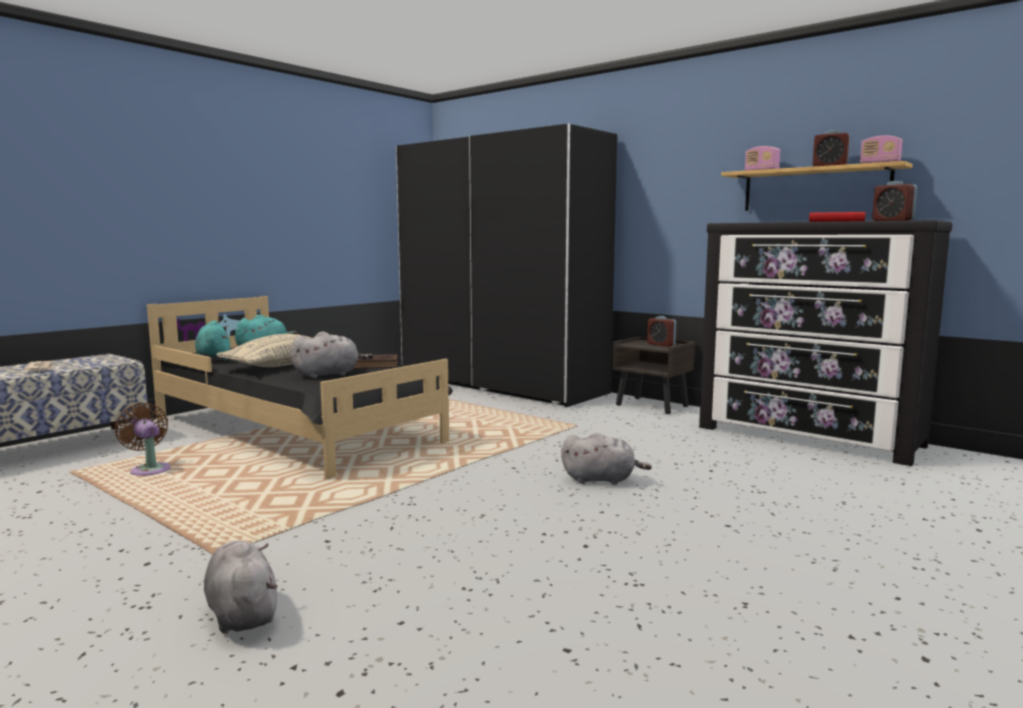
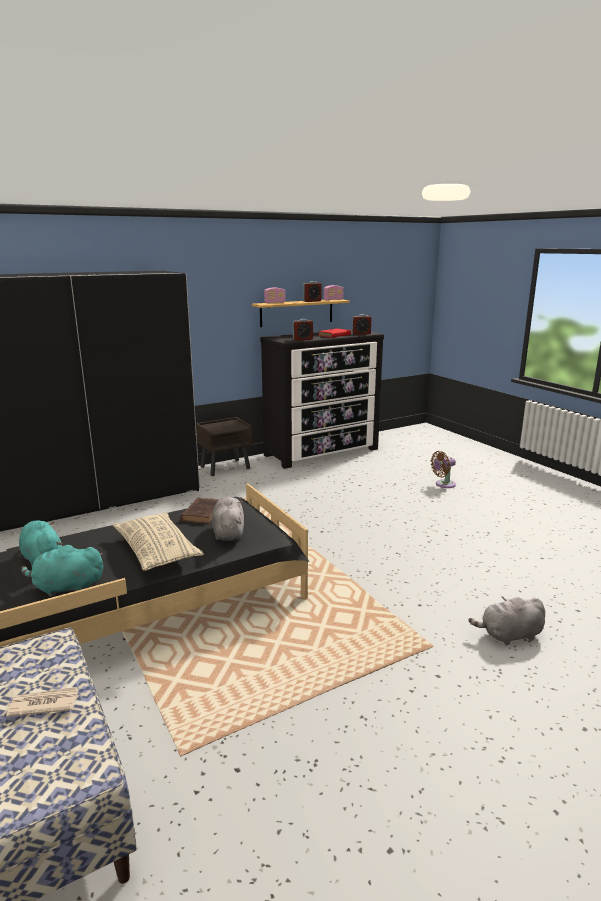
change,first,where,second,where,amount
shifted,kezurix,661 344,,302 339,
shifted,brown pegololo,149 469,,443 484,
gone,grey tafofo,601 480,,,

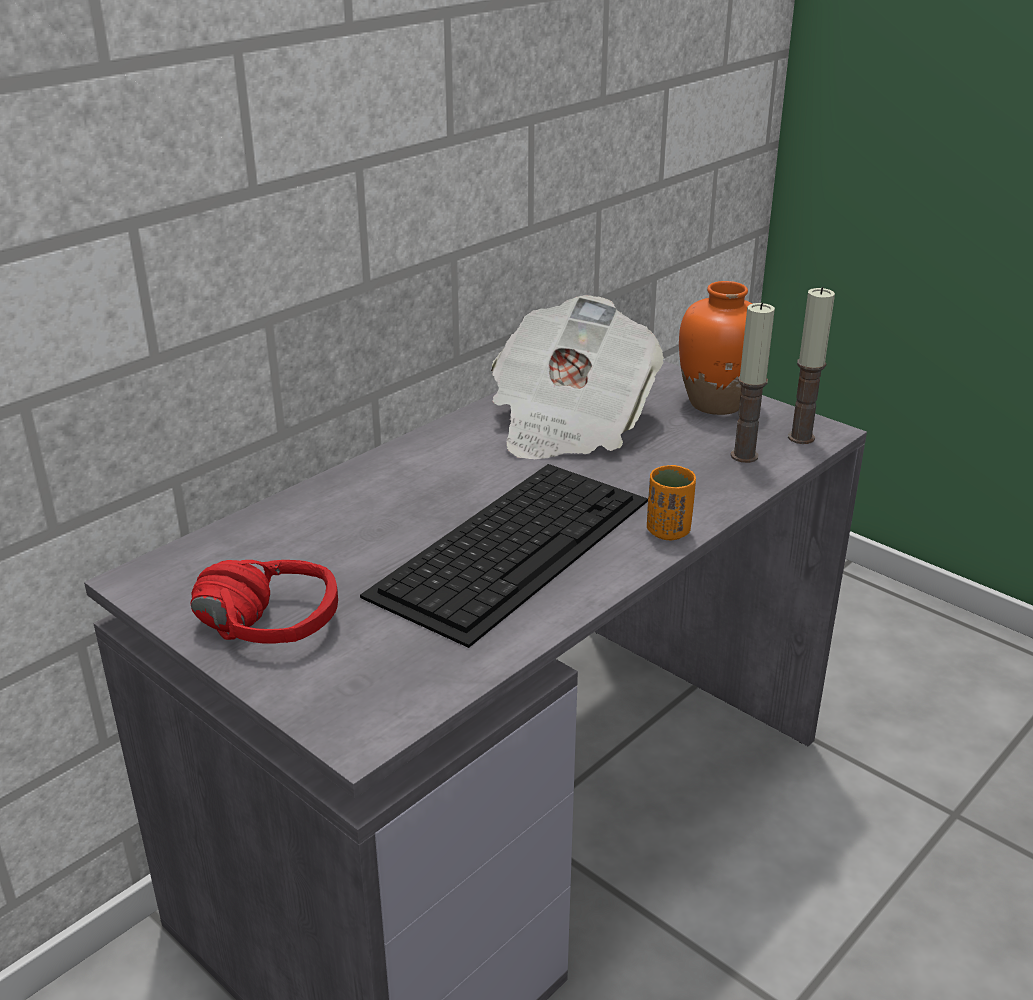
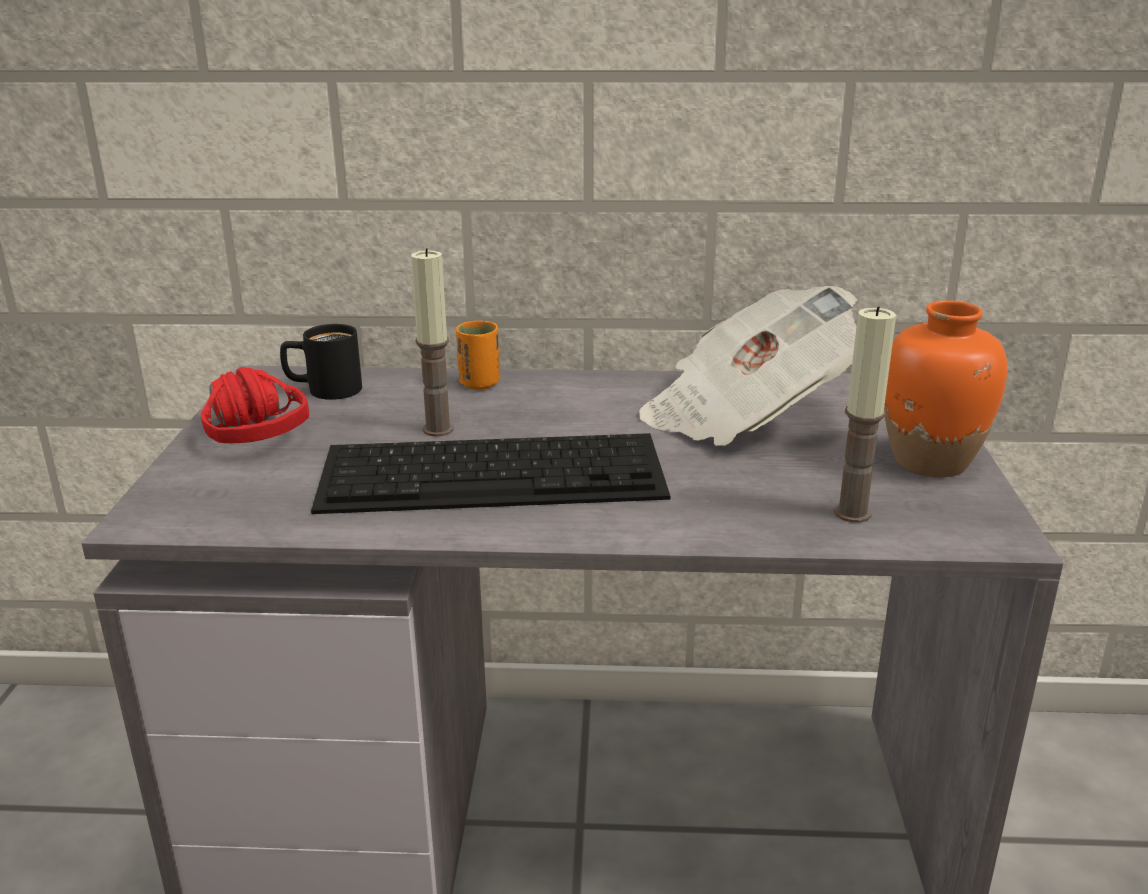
change,first,where,second,where,amount
shifted,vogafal,801 437,,438 429,
shifted,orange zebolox,668 531,,479 383,
new,,,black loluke,323 390,

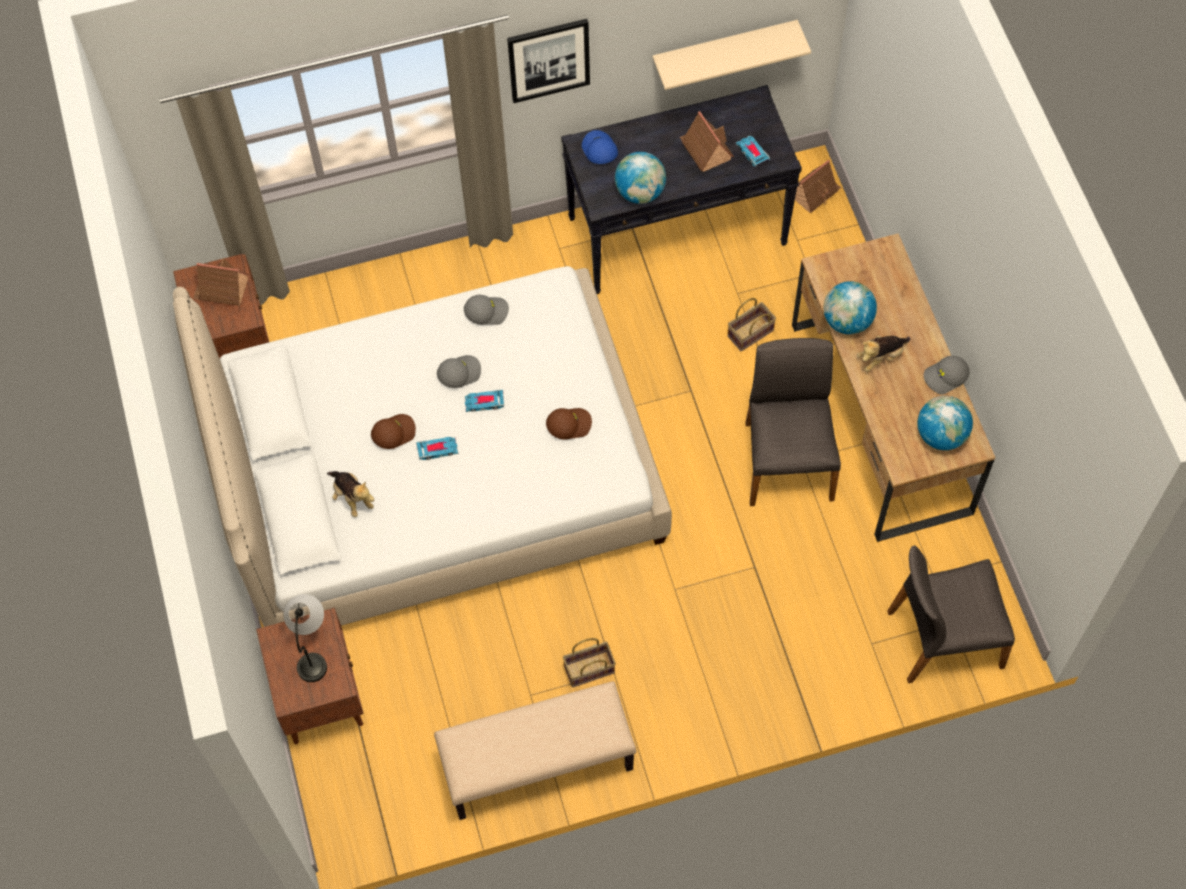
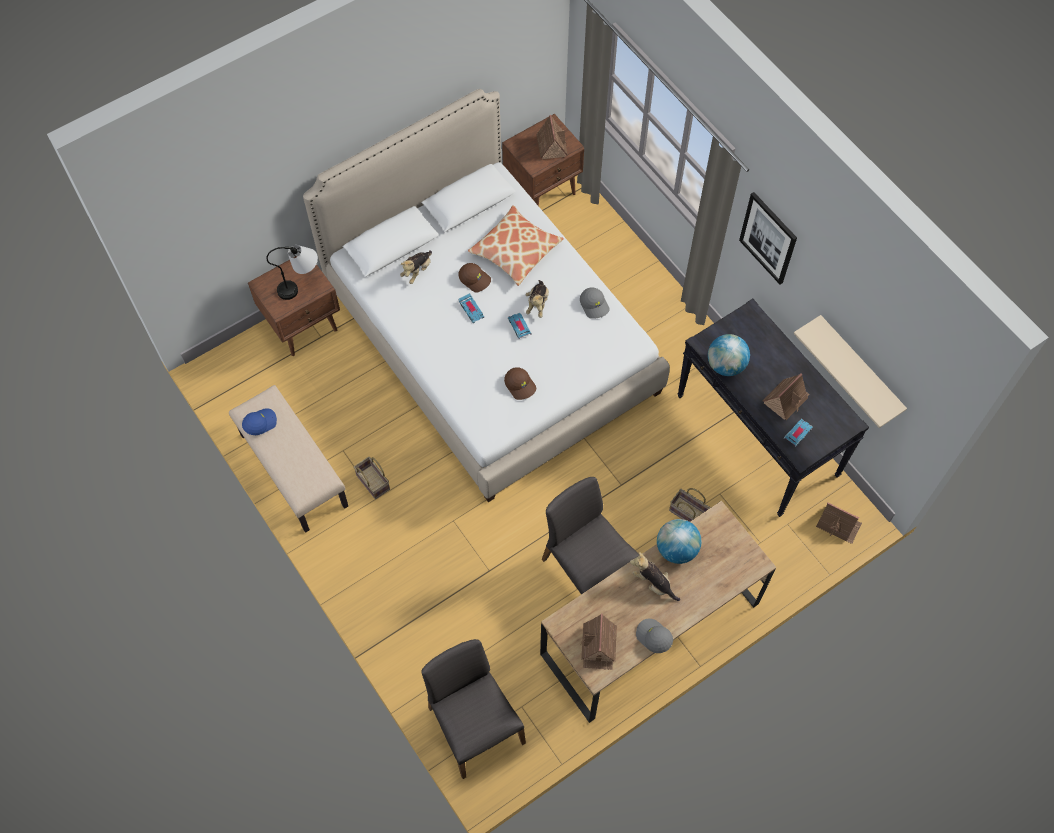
change,first,where,second,where,amount
shifted,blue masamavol,599 150,,260 422,
rotated,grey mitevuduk,787 459,,587 569,105 degrees counterclockwise
swapped,grey masamavol,459 373,tafofo,537 304,
swapped,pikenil,941 435,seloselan,598 646,
new,,,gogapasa,515 250,

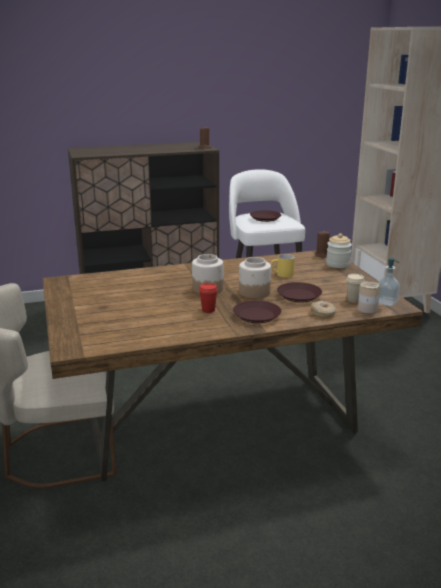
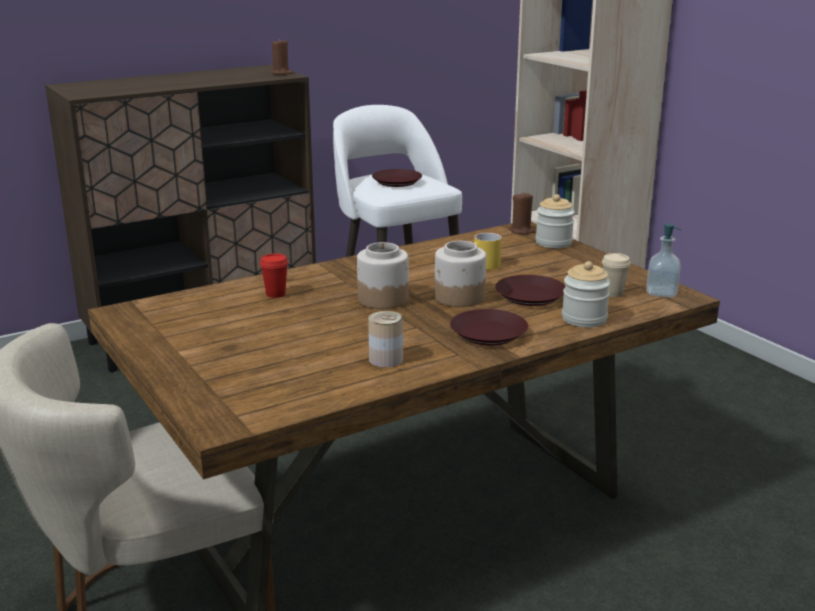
change,first,where,second,where,amount
shifted,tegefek,367 309,,386 359,
shifted,red zebolox,208 310,,275 294,
swapped,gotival,323 313,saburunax,584 319,

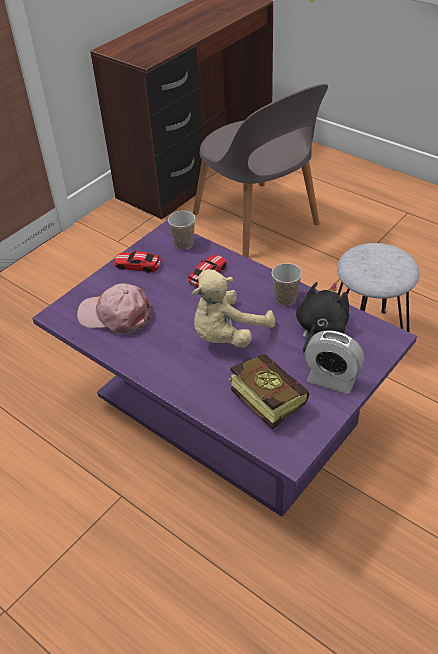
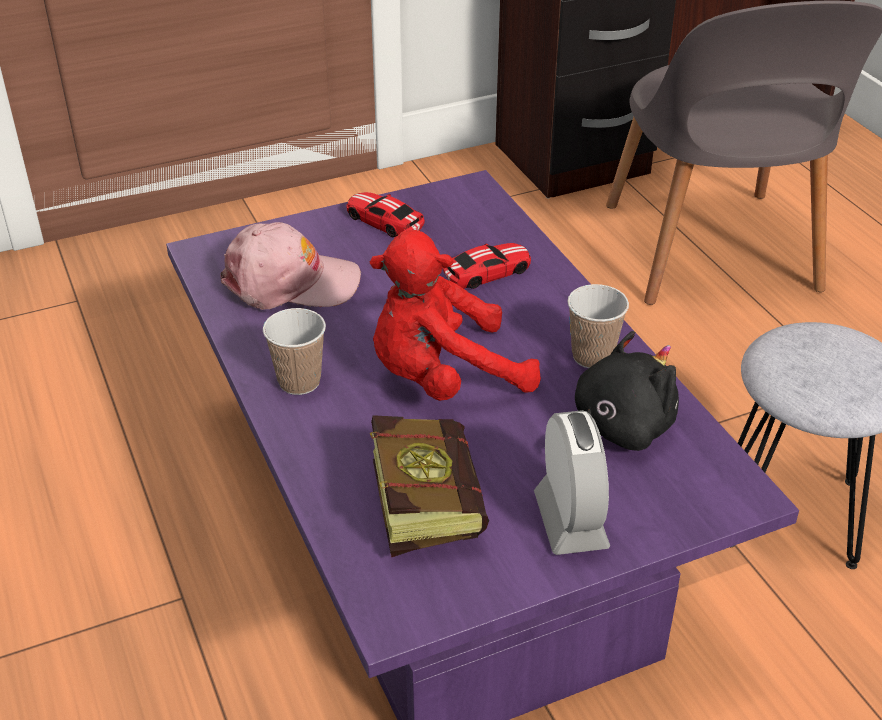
change,first,where,second,where,amount
shifted,zebolox,184 244,,299 382,
repainted,beige tafofo,227 335,red tafofo,443 378,
rotated,pink masamavol,115 315,,290 282,135 degrees clockwise
rotated,kezurix,331 379,,570 520,150 degrees counterclockwise

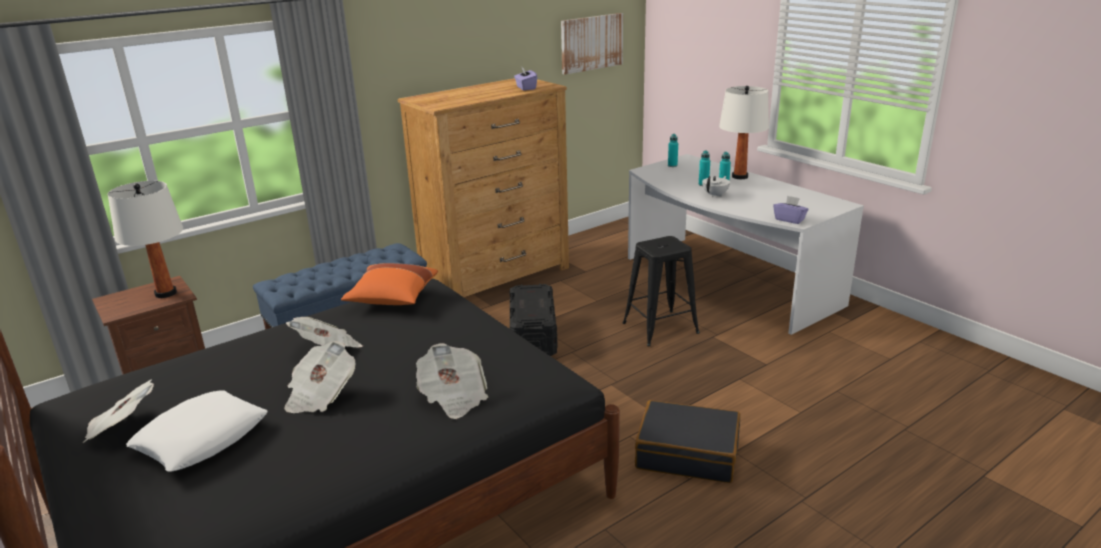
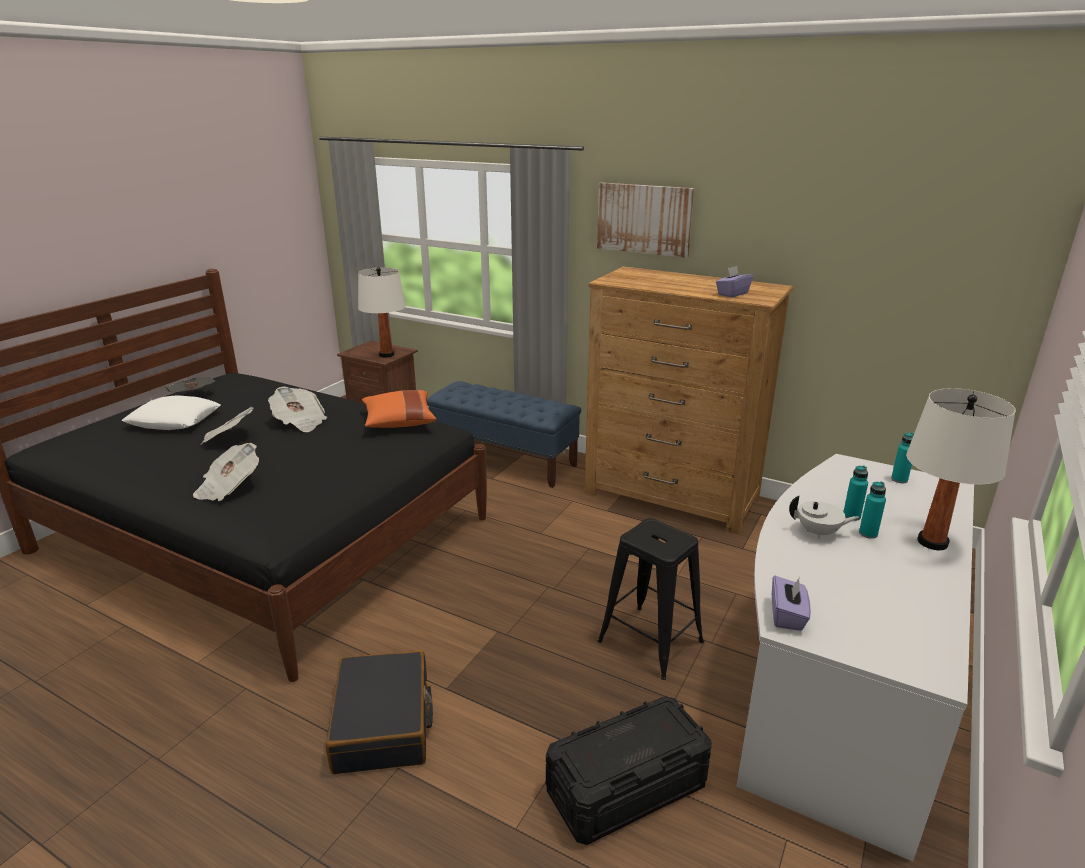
change,first,where,second,where,amount
shifted,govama,591 43,,644 219,
shifted,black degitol,533 335,,627 788,

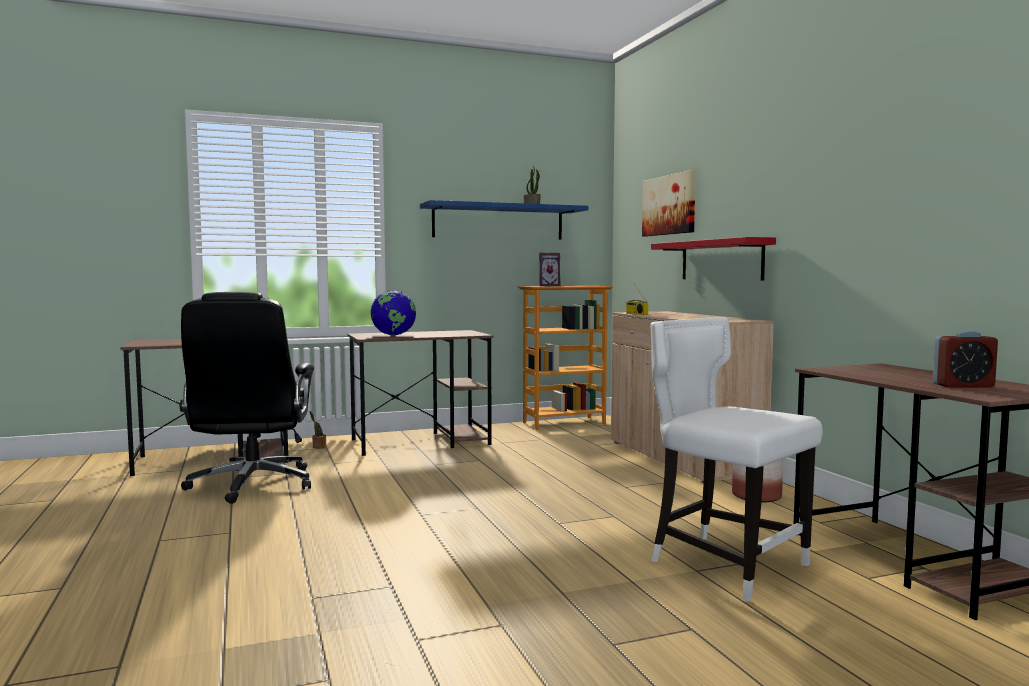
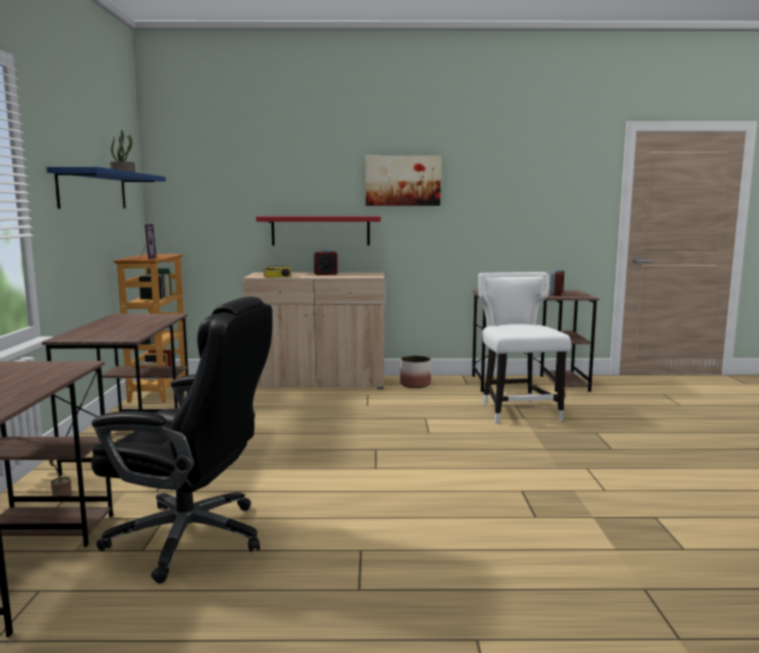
change,first,where,second,where,amount
shifted,govama,669 205,,402 180,
gone,pikenil,394 335,,,
rotated,white mitevuduk,724 564,,517 411,105 degrees clockwise
new,,,kezurix,325 274,

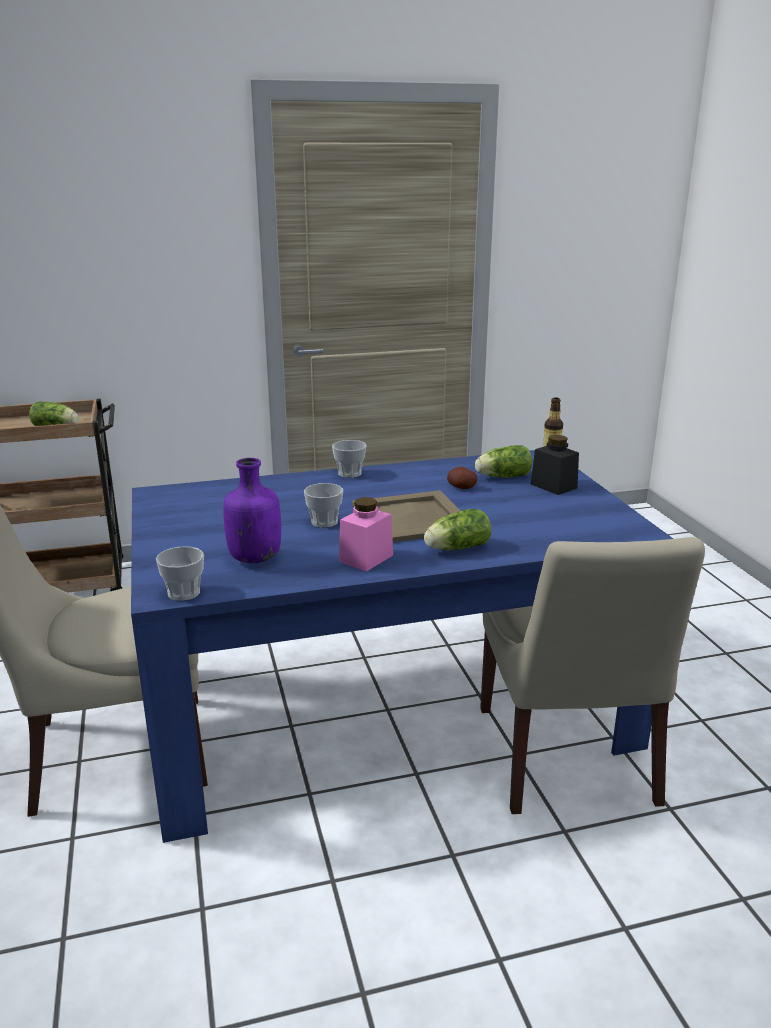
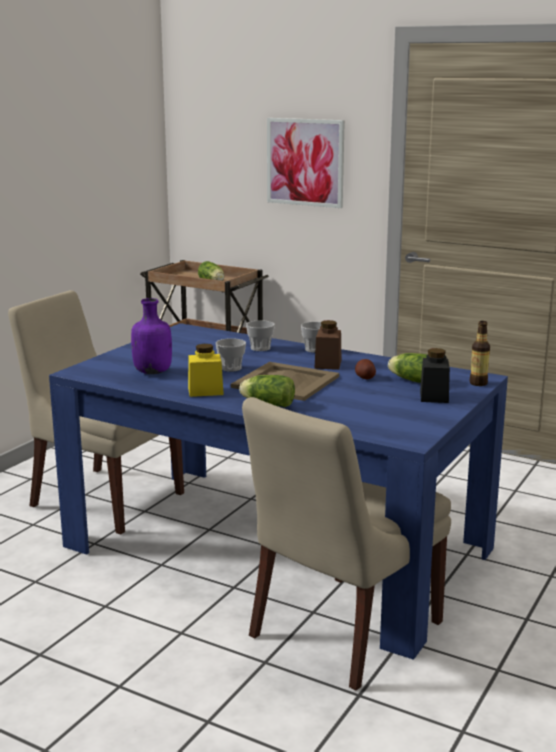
change,first,where,second,where,amount
repainted,pink saburunax,366 558,yellow saburunax,205 391,
shifted,zebolox,183 593,,260 348,
new,,,govama,305 162,
new,,,brown saburunax,328 364,

